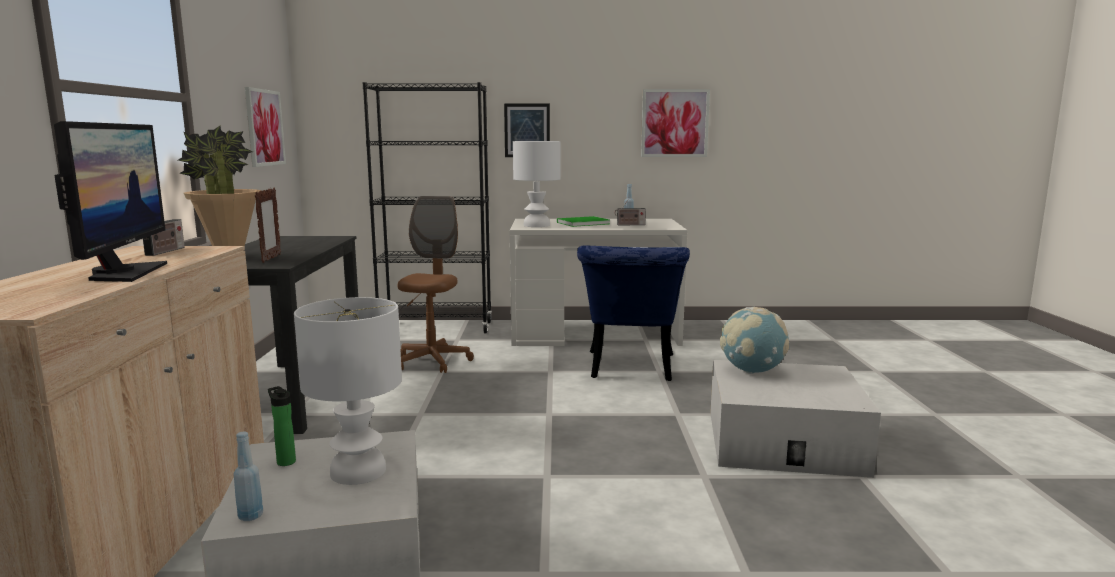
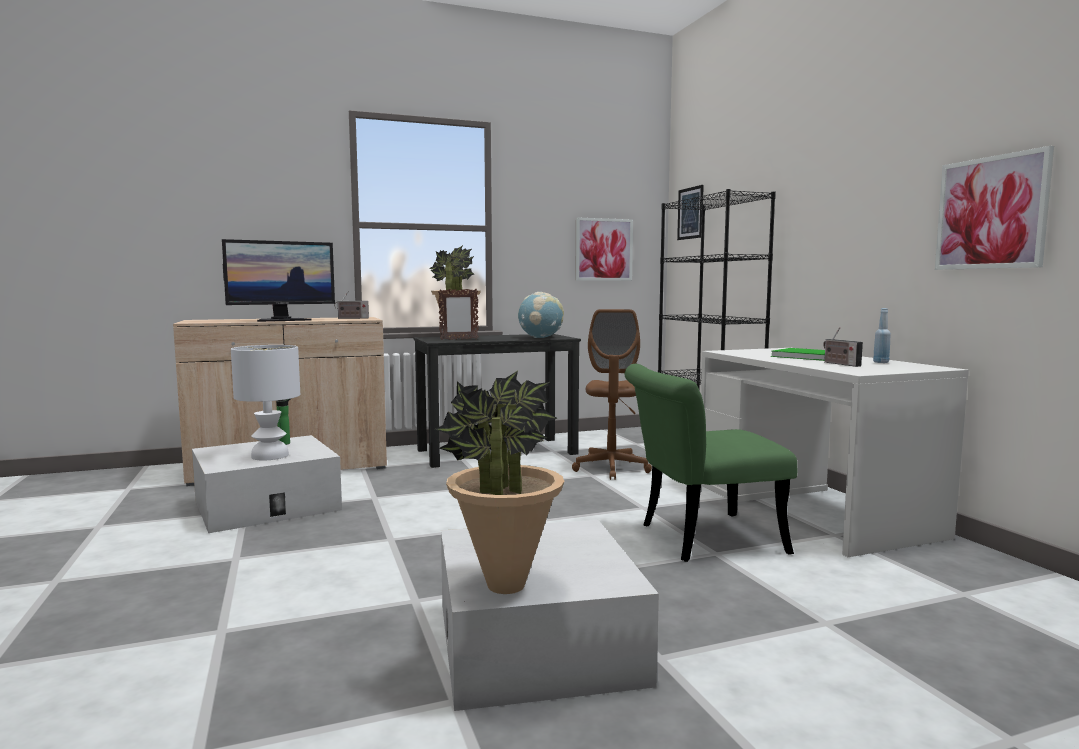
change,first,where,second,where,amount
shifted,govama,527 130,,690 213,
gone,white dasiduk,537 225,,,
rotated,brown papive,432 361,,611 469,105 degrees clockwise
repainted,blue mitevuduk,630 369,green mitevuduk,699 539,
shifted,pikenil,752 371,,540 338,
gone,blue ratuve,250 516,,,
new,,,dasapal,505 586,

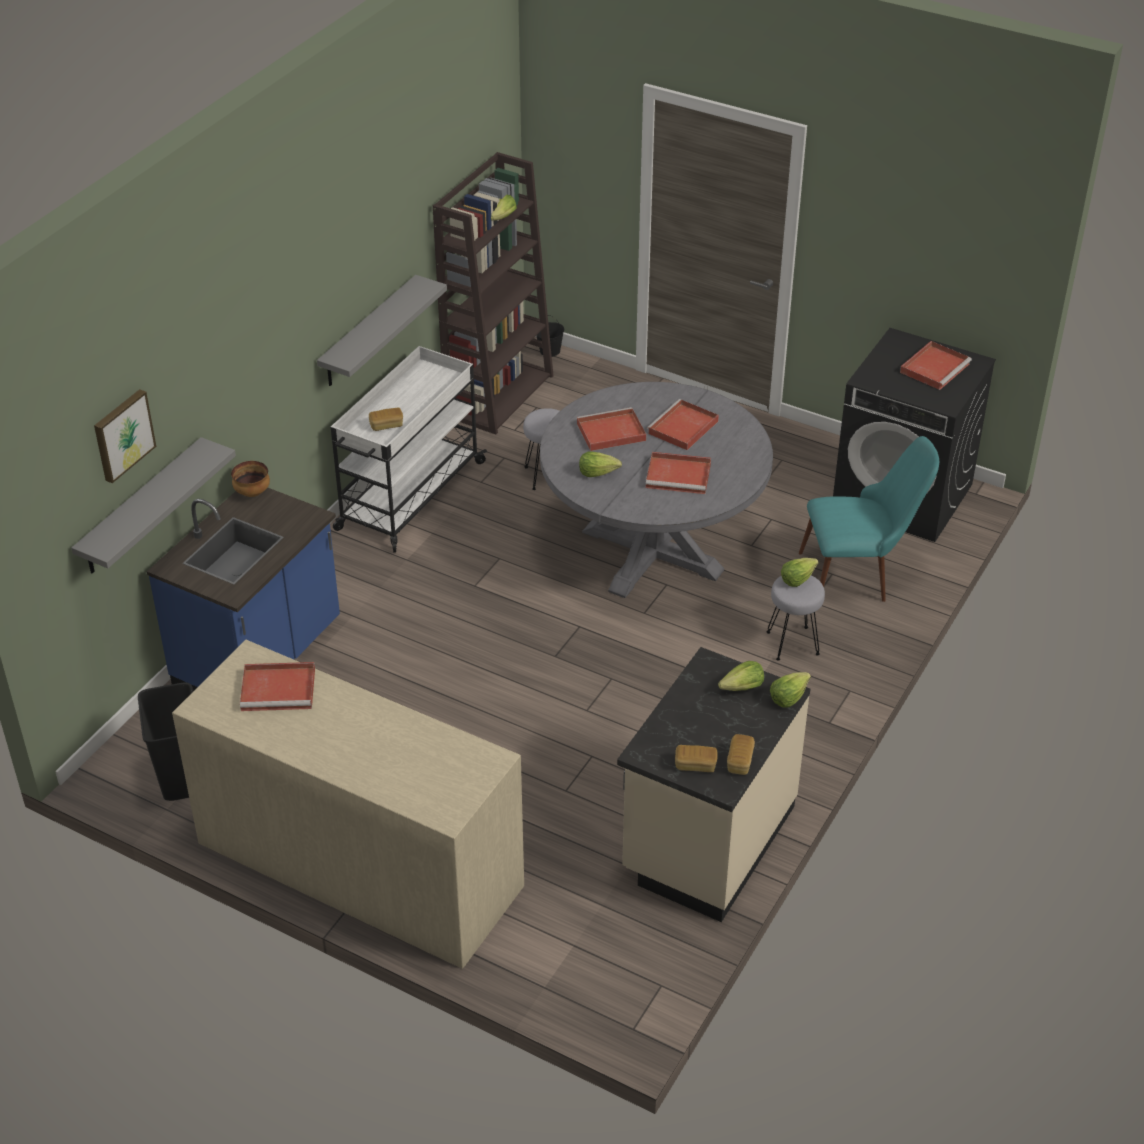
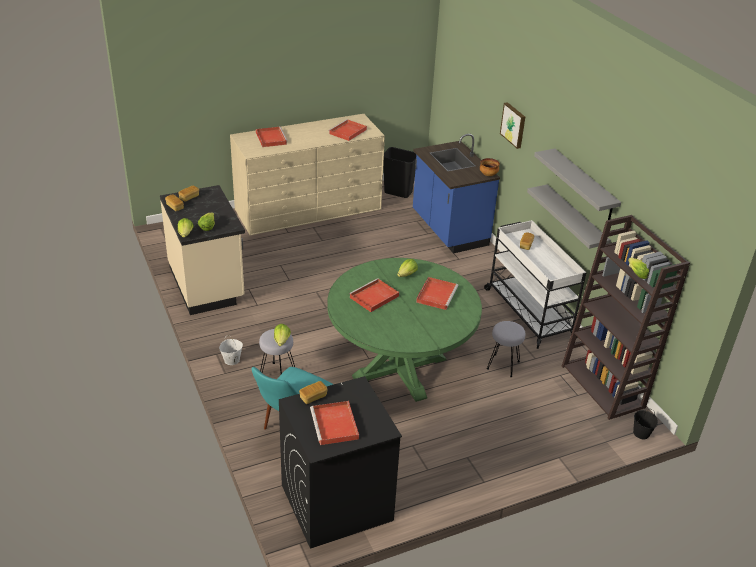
change,first,where,second,where,amount
repainted,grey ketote,652 551,green ketote,399 368,
shifted,govama,122 434,,514 125,
shifted,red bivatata,682 428,,271 138,
shifted,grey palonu,141 508,,584 185,
new,,,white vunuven,231 360,
new,,,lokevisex,313 397,

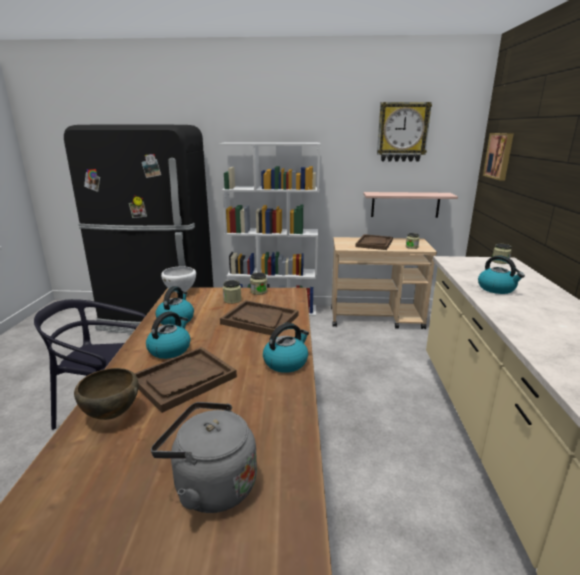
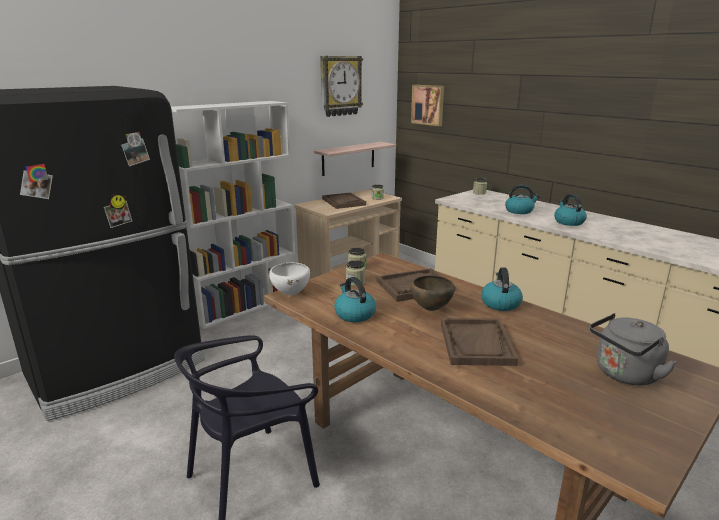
change,first,where,second,where,amount
shifted,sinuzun,170 349,,568 222,
shifted,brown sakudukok,111 415,,430 309,

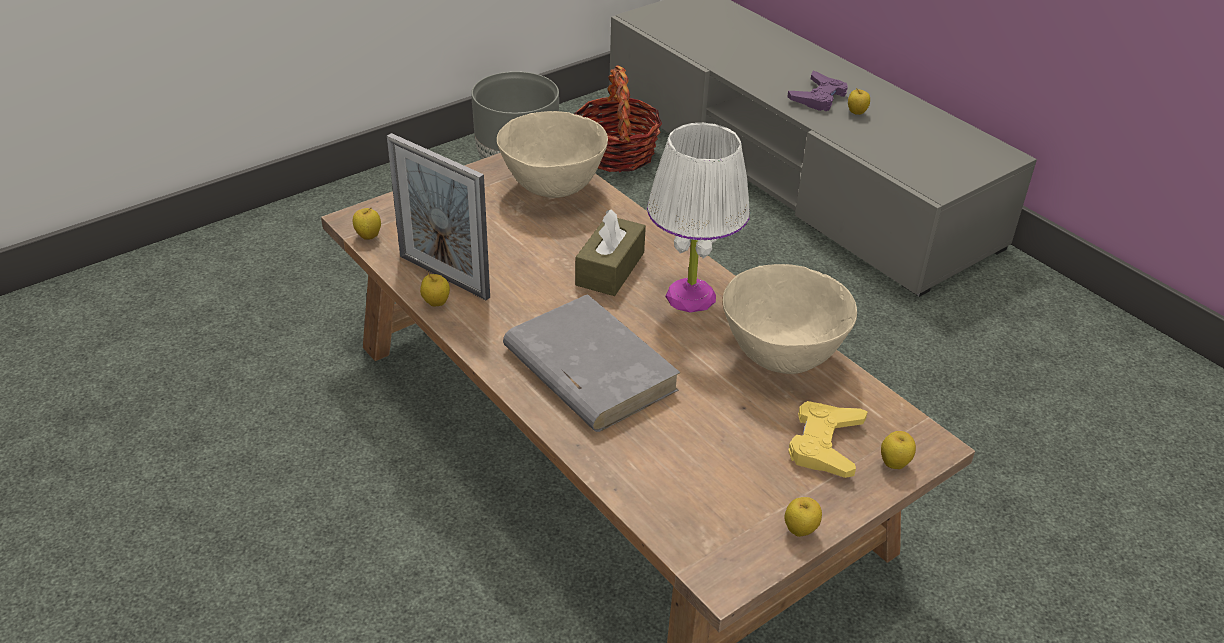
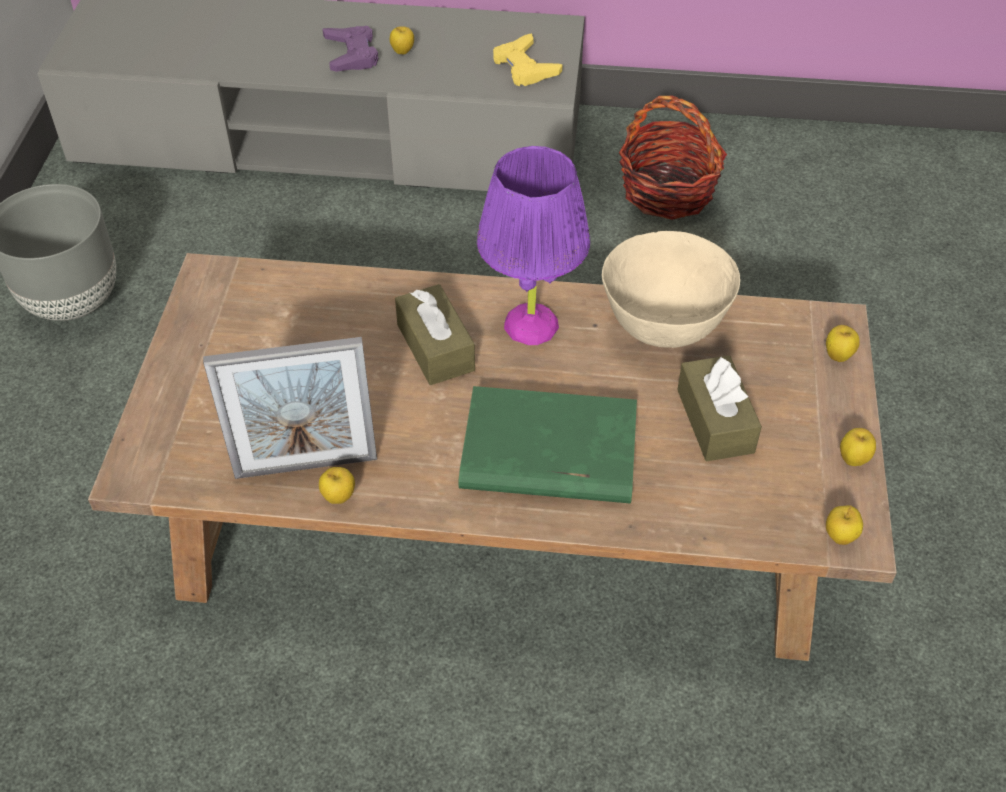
change,first,where,second,where,amount
shifted,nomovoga,616 154,,668 191,
gone,beige sakudukok,553 188,,,
repainted,white dasiduk,690 296,purple dasiduk,530 324,
shifted,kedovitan,368 236,,839 537,
repainted,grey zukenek,588 369,green zukenek,547 453,
shifted,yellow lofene,825 444,,524 67,
new,,,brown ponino,715 421,

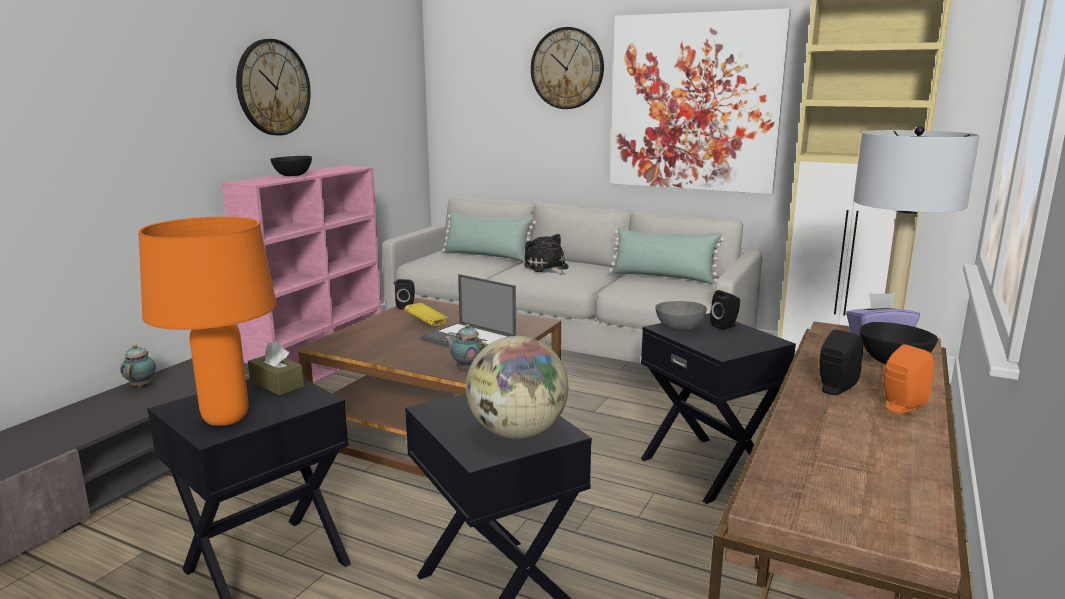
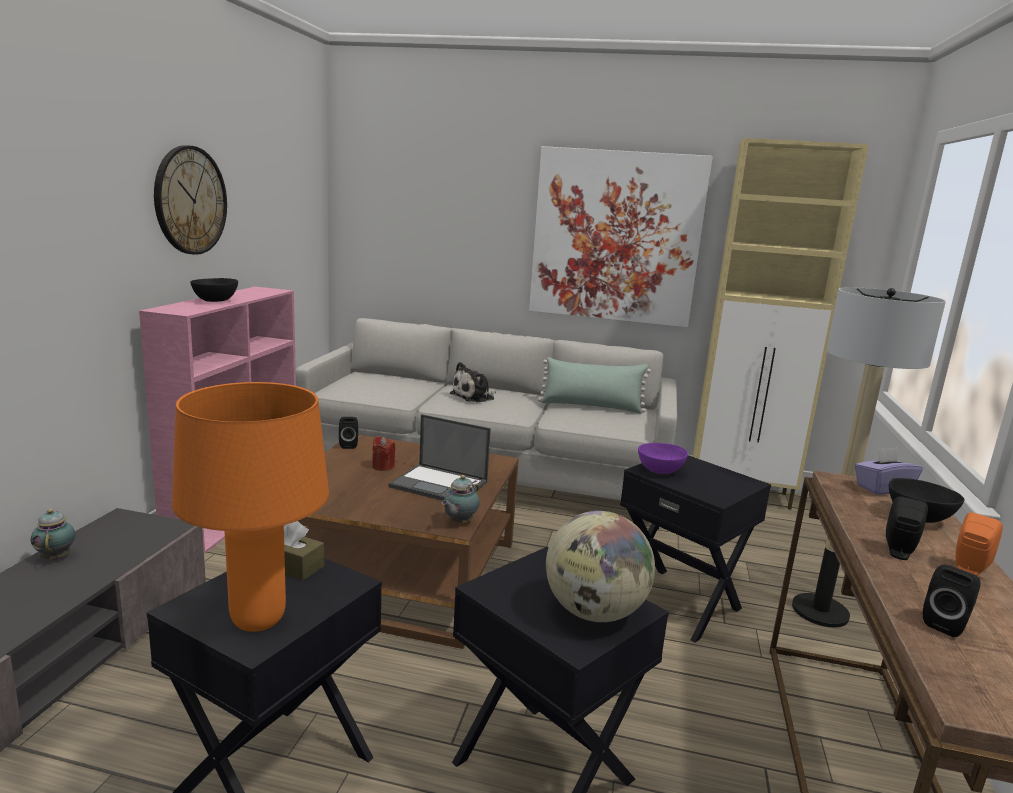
change,first,where,second,where,amount
gone,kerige,567 68,,,
gone,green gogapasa,487 256,,,
rotated,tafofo,547 268,,474 396,90 degrees counterclockwise
shifted,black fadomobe,725 326,,946 624,
repainted,grey sakudukok,680 329,purple sakudukok,661 471,
swapped,yellow zukenek,426 324,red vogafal,383 466,
rotated,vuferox,467 369,,459 522,75 degrees counterclockwise

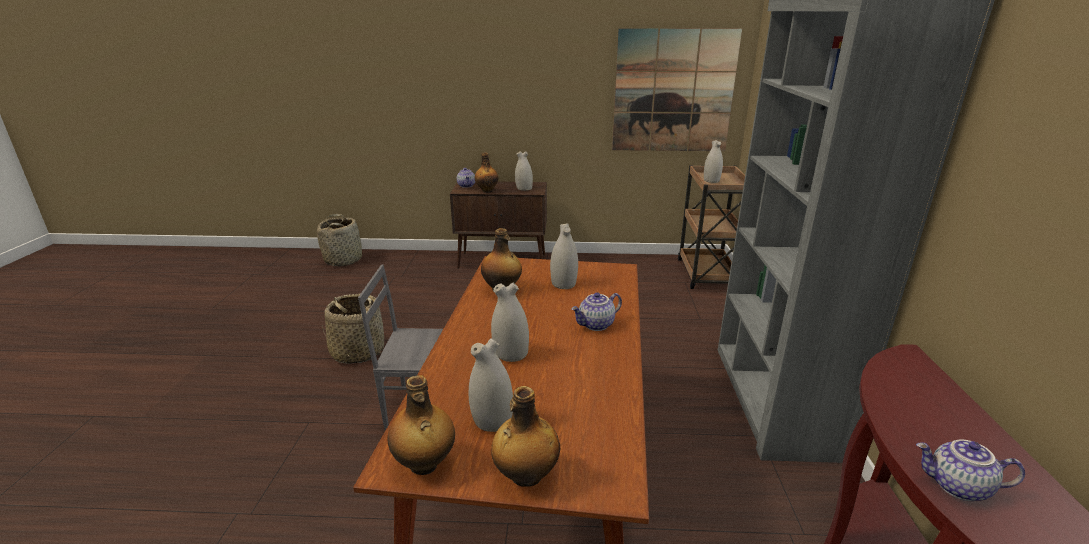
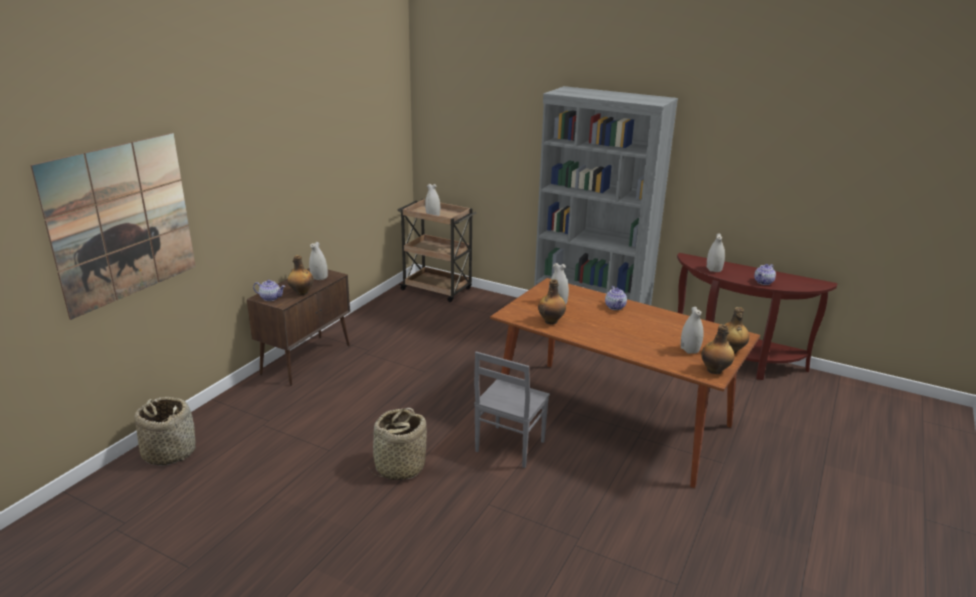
change,first,where,second,where,amount
shifted,govama,673 92,,122 222,
shifted,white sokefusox,510 354,,713 270,

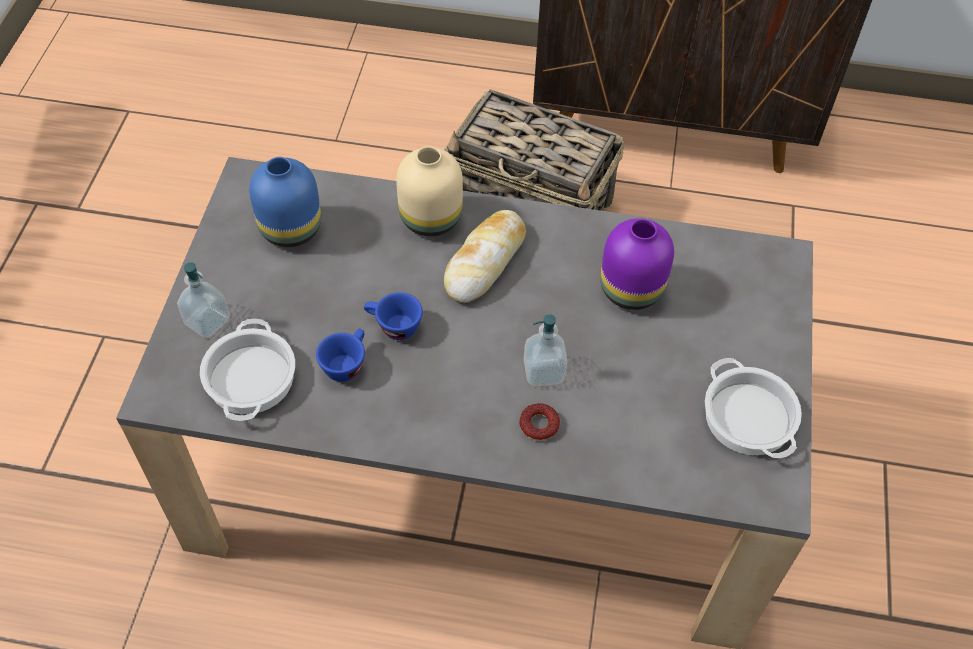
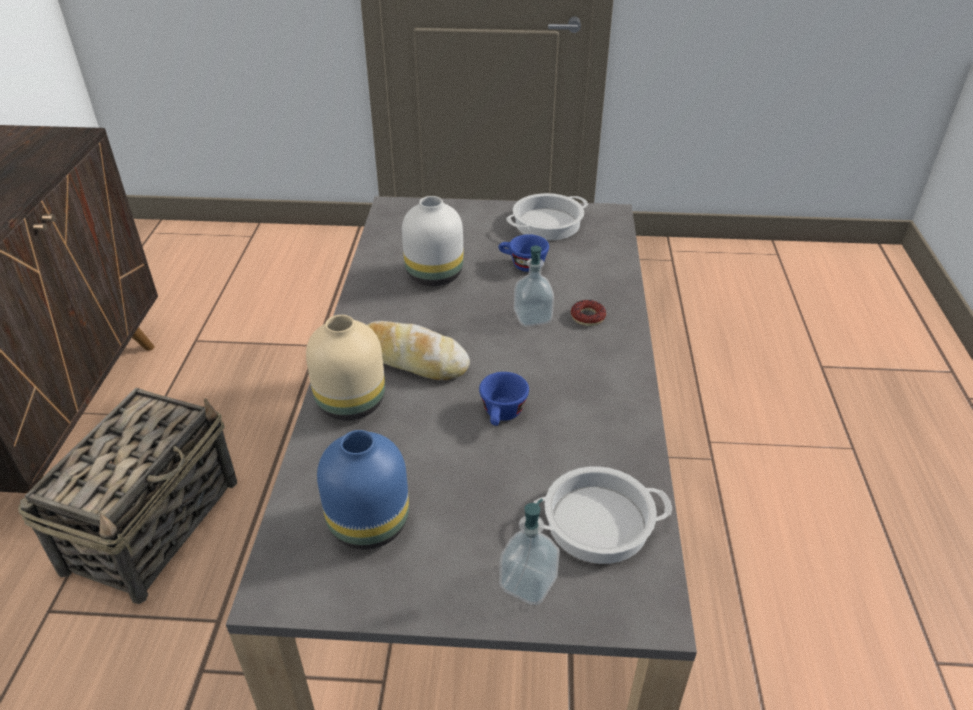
change,first,where,second,where,amount
repainted,purple sokefusox,631 288,white sokefusox,432 275,
shifted,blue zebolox,346 363,,522 265,

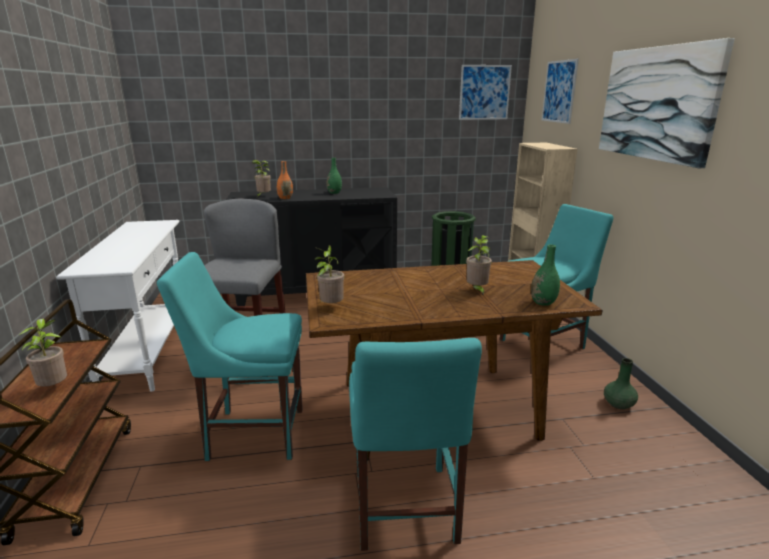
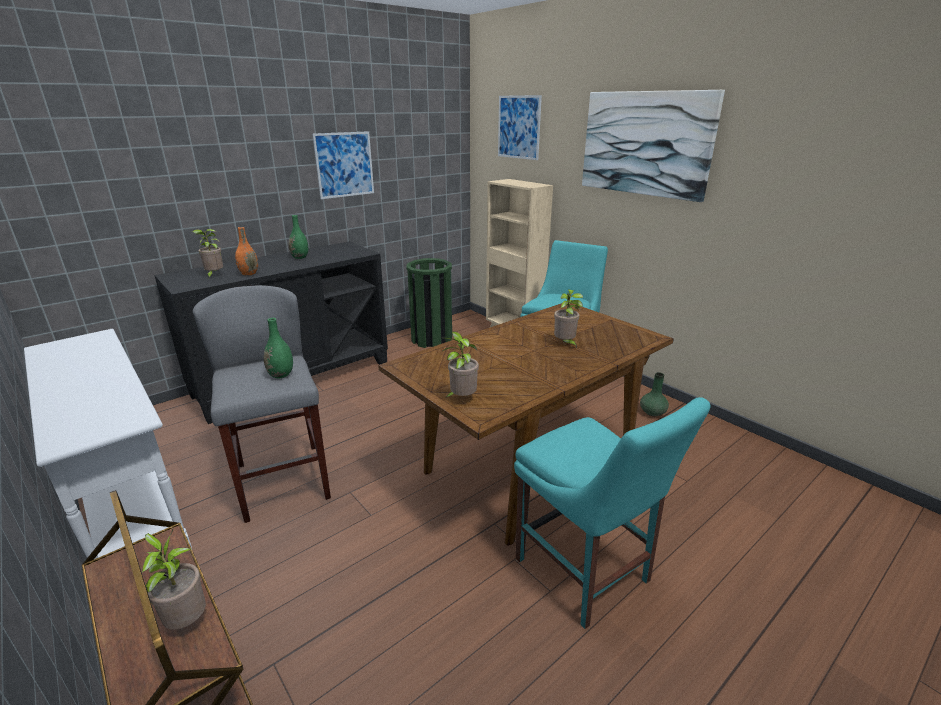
change,first,where,second,where,amount
shifted,govama,484 92,,344 165,
shifted,green sokefusox,543 303,,281 375,
gone,turquoise mitevuduk,251 433,,,

